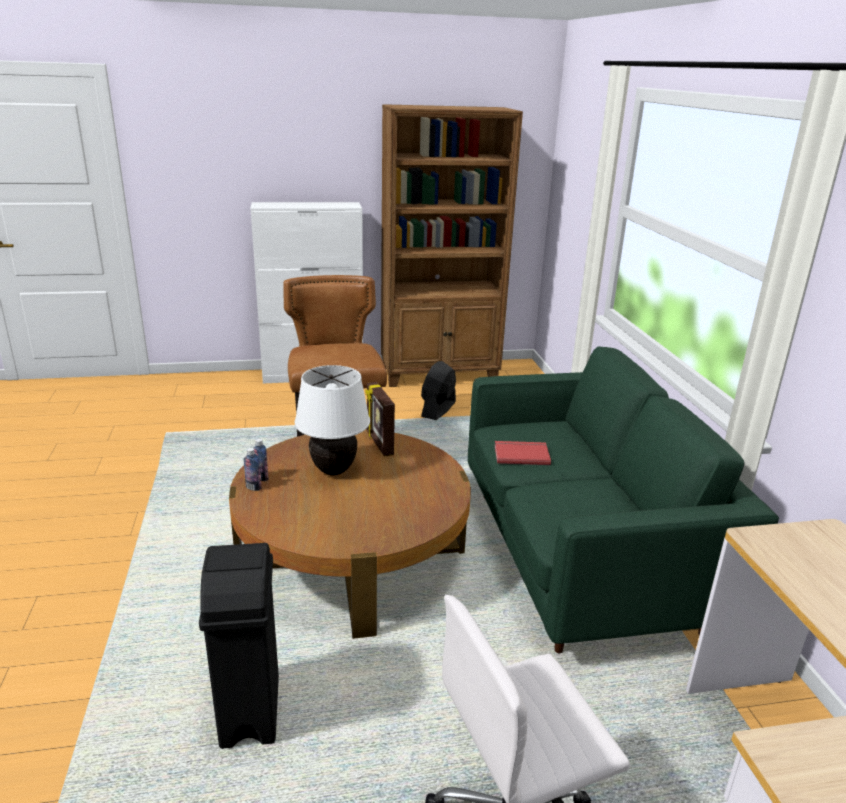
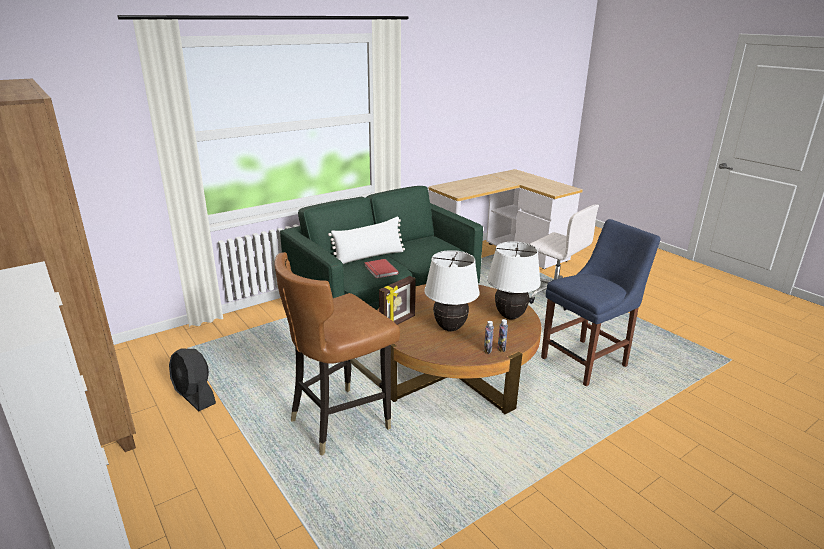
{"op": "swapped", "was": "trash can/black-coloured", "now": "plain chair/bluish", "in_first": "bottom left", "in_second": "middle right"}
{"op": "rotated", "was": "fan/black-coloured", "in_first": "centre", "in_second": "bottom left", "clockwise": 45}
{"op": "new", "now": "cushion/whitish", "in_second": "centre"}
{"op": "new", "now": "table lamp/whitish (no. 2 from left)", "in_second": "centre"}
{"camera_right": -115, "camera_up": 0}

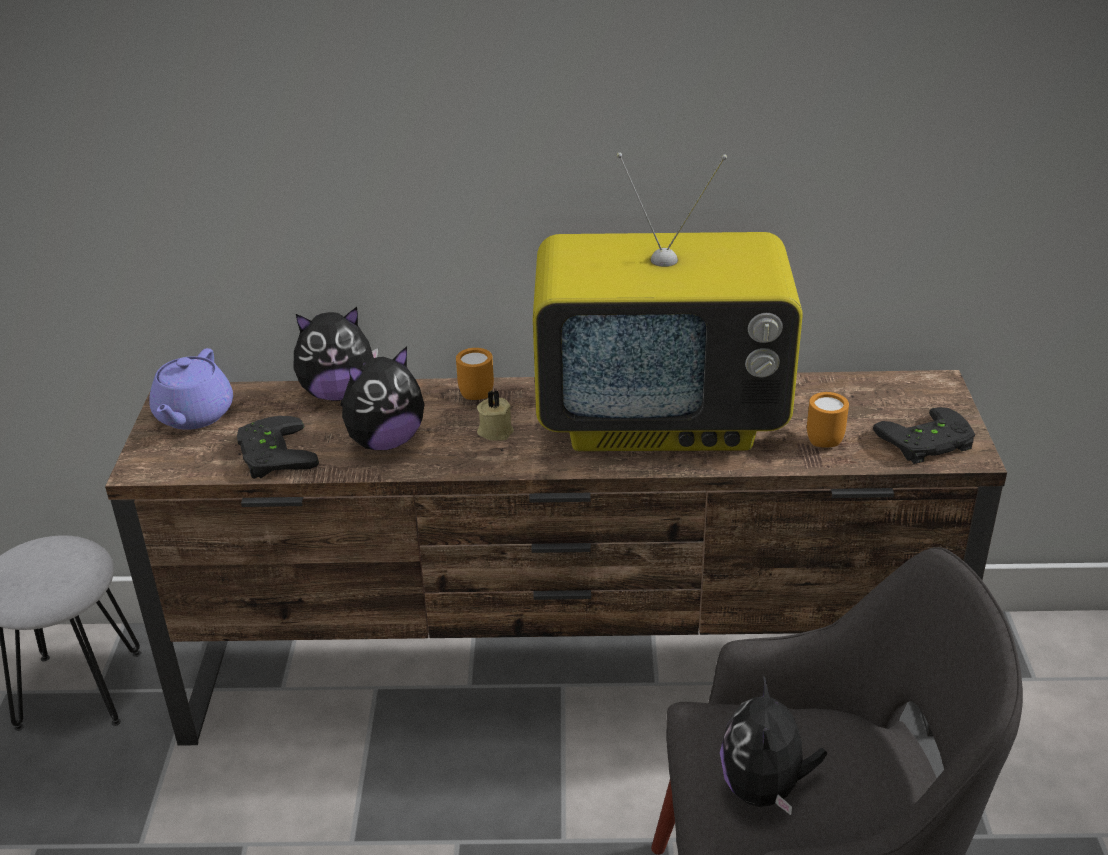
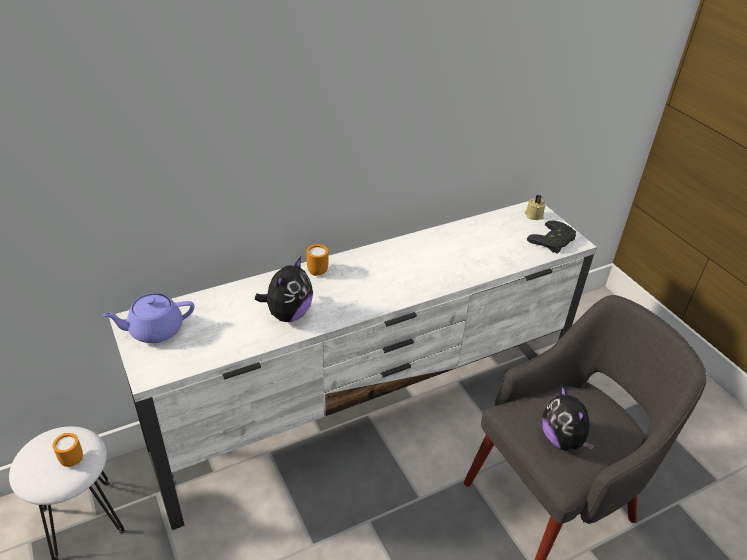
{"op": "repainted", "was": "tv unit/brown-coloured", "now": "tv unit/whitish", "in_first": "centre", "in_second": "centre"}
{"op": "rotated", "was": "pot for tea/purplish", "in_first": "middle left", "in_second": "middle left", "clockwise": 90}
{"op": "gone", "was": "gamepad/black-coloured (no. 1 from left)", "in_first": "middle left"}
{"op": "gone", "was": "cuddly toy (no. 1 from left)", "in_first": "middle left"}
{"op": "shifted", "was": "wax candle/beige-coloured", "in_first": "centre", "in_second": "middle right"}
{"op": "gone", "was": "TV set", "in_first": "centre"}
{"op": "shifted", "was": "mug/orange-coloured (no. 2 from left in the first image)", "now": "mug/orange-coloured (no. 1 from left)", "in_first": "middle right", "in_second": "bottom left"}
{"camera_right": -30, "camera_up": 5}

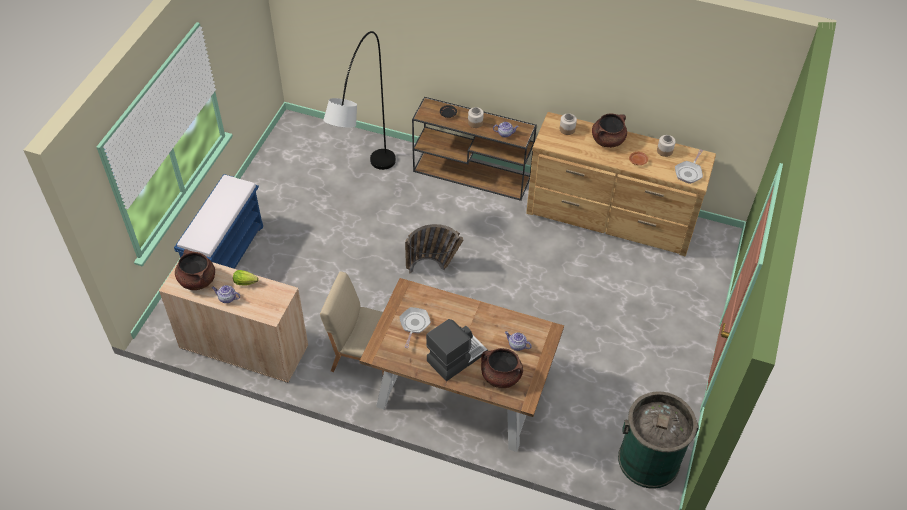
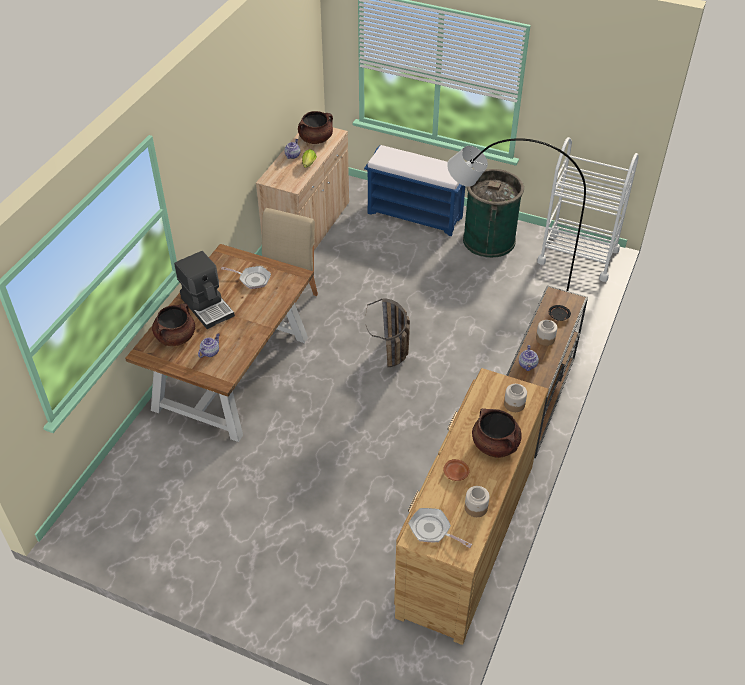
{"op": "shifted", "was": "trash can/green-coloured", "in_first": "bottom right", "in_second": "top centre"}
{"op": "new", "now": "cart/whitish", "in_second": "top right"}
{"camera_right": 95, "camera_up": -5}

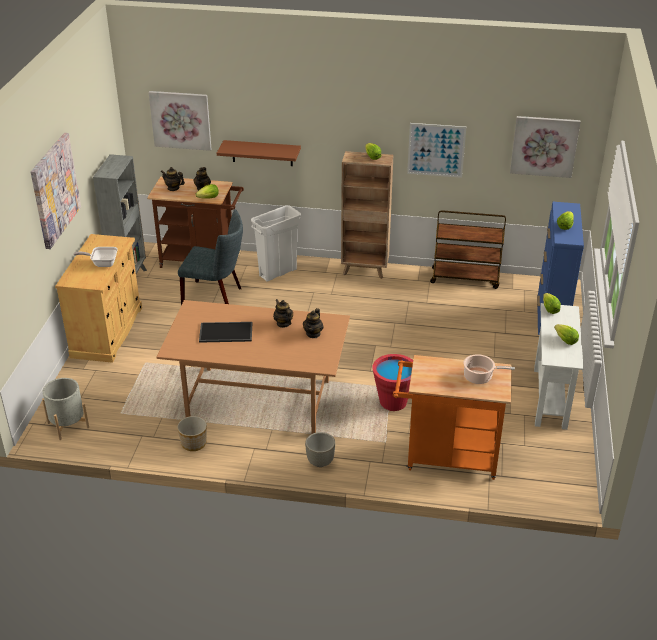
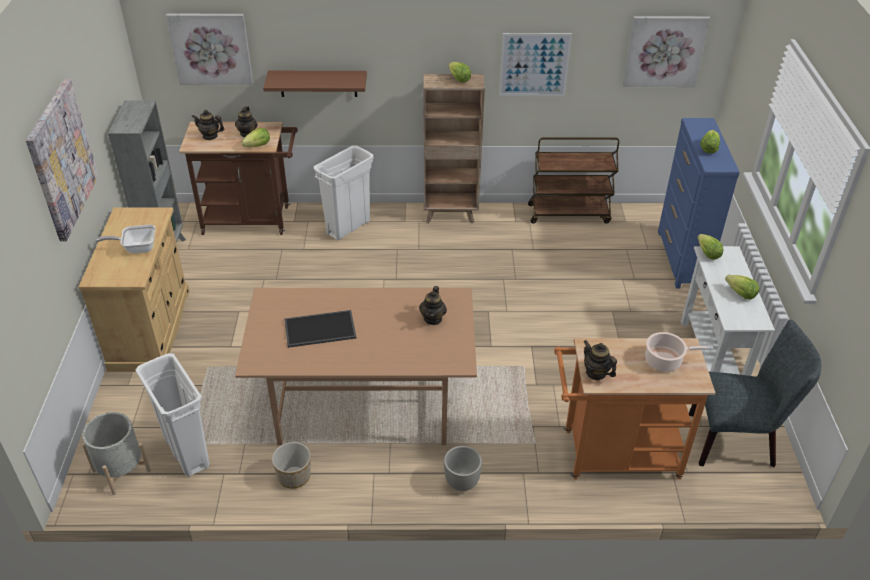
{"op": "shifted", "was": "plain chair/gray", "in_first": "middle left", "in_second": "bottom right"}
{"op": "shifted", "was": "pot for tea (no. 3 from left in the first image)", "now": "pot for tea (no. 4 from left)", "in_first": "centre", "in_second": "middle right"}
{"op": "gone", "was": "pail/red-coloured", "in_first": "centre"}
{"op": "new", "now": "trash can/whitish (no. 1 from left)", "in_second": "bottom left"}
{"camera_right": -10, "camera_up": 5}

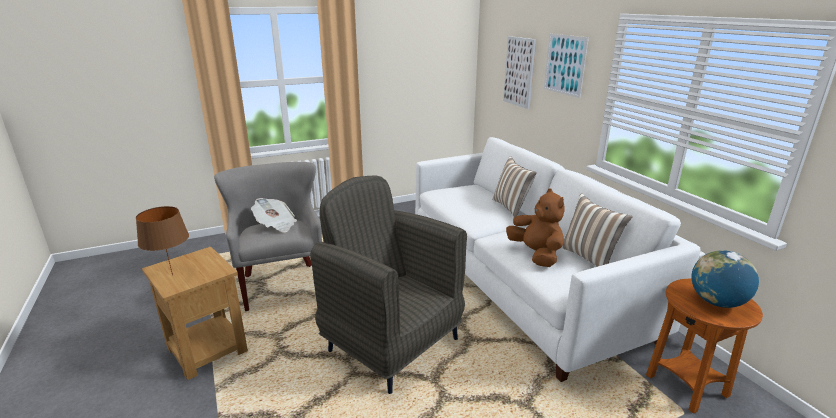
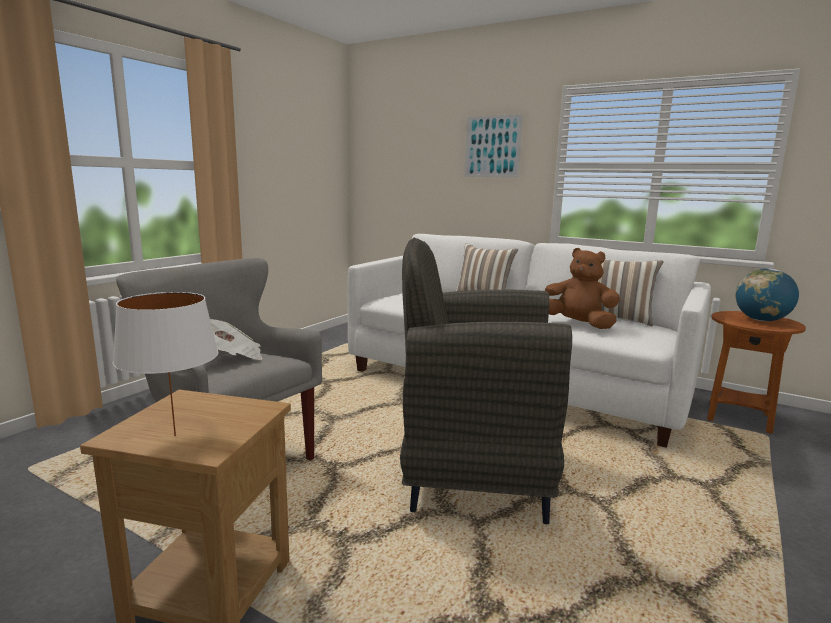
{"op": "repainted", "was": "table lamp/brown-coloured", "now": "table lamp/whitish", "in_first": "middle left", "in_second": "middle left"}
{"op": "gone", "was": "picture (no. 1 from left)", "in_first": "top centre"}
{"camera_right": -35, "camera_up": -10}

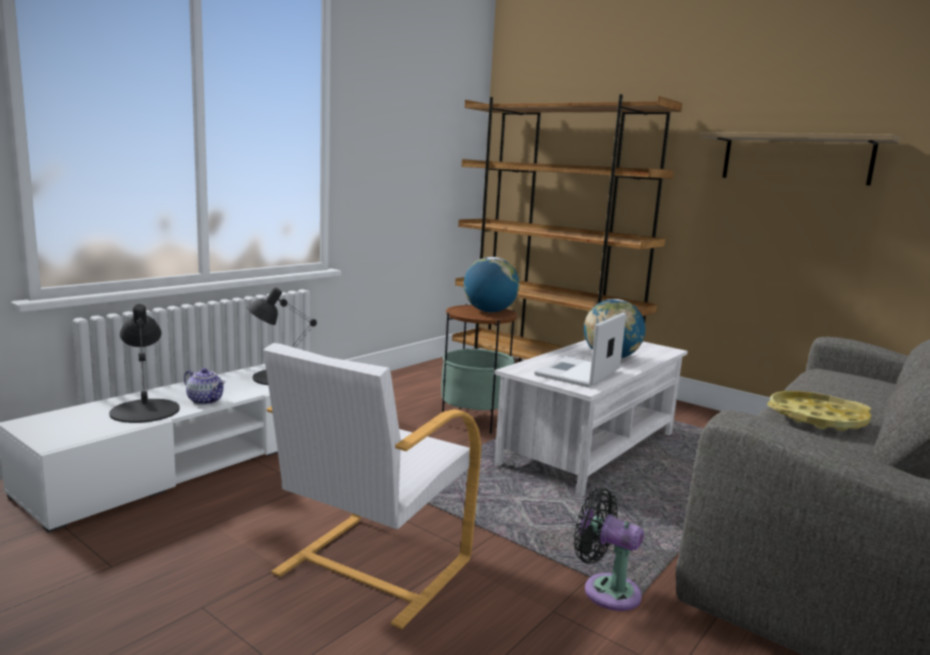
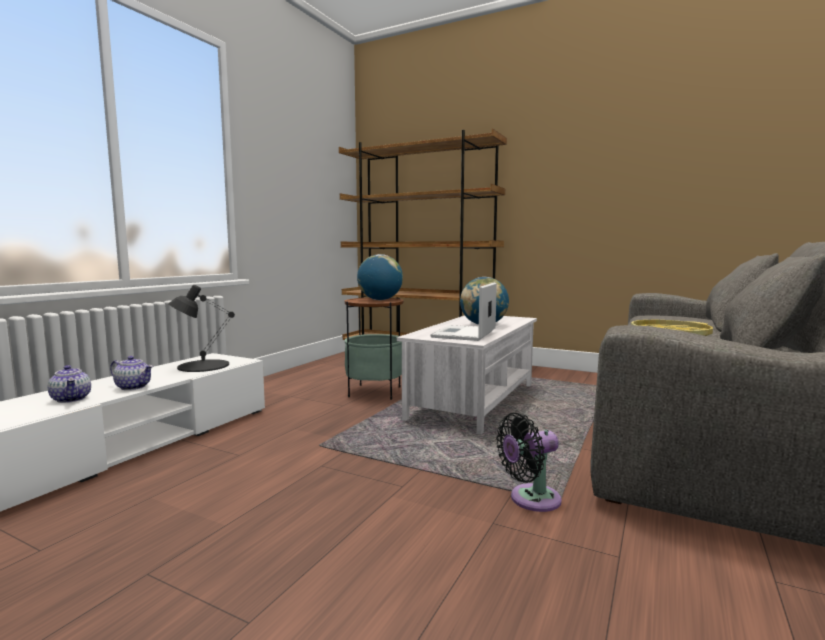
{"op": "swapped", "was": "table lamp/black-coloured (no. 1 from left)", "now": "pot for tea (no. 1 from left)", "in_first": "middle left", "in_second": "middle left"}
{"op": "gone", "was": "lounge chair/whitish", "in_first": "bottom centre"}
{"op": "rotated", "was": "fan/black-coloured", "in_first": "bottom centre", "in_second": "bottom centre", "clockwise": -45}
{"op": "gone", "was": "bracket shelf", "in_first": "top right"}
{"camera_right": -10, "camera_up": -5}

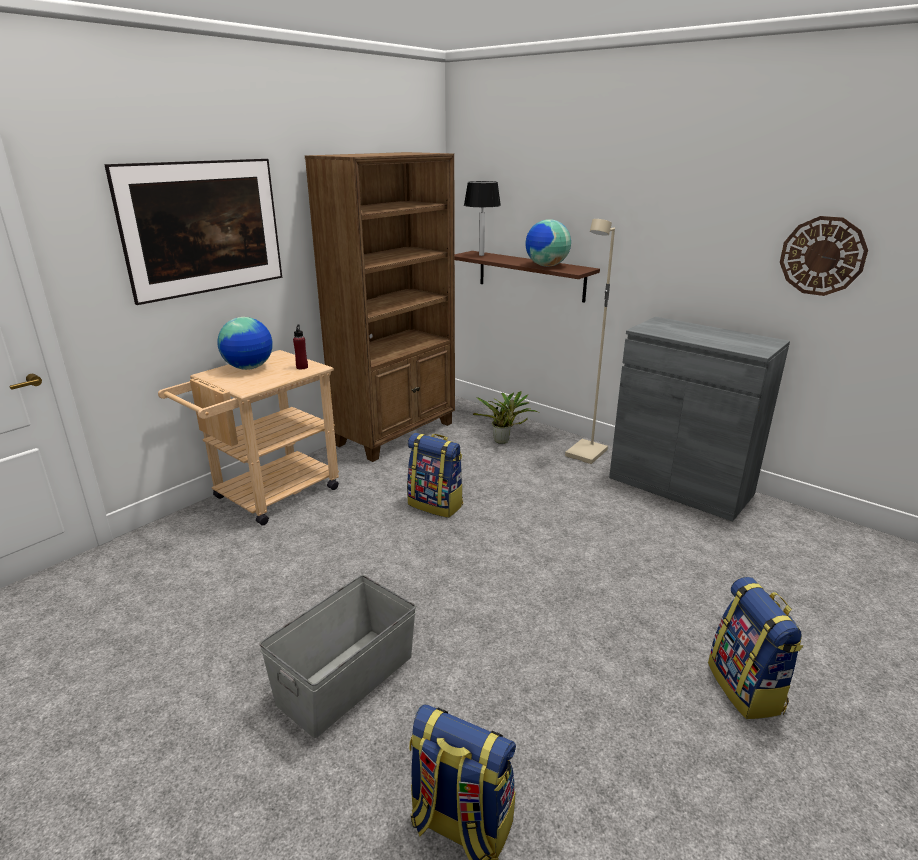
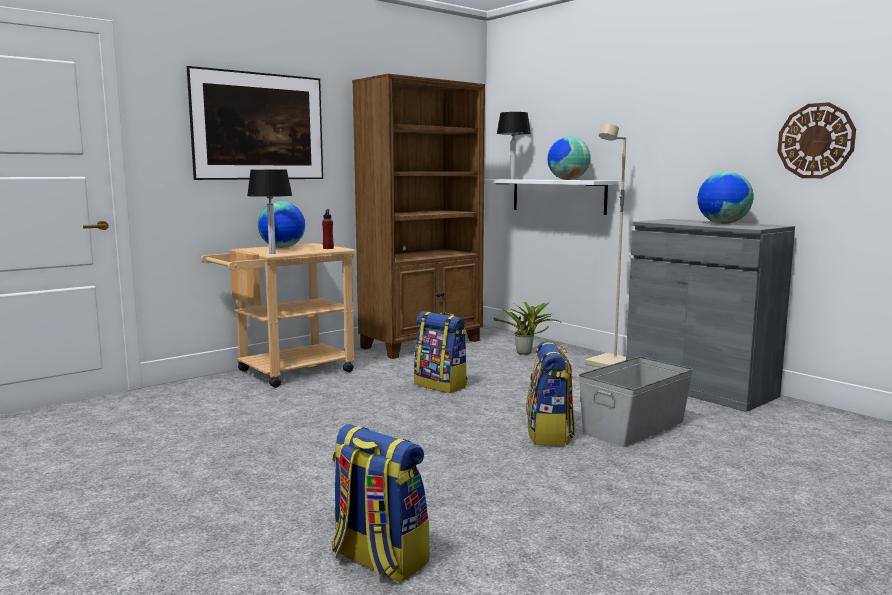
{"op": "shifted", "was": "storage container/gray", "in_first": "bottom centre", "in_second": "bottom right"}
{"op": "repainted", "was": "bracket shelf/brown-coloured", "now": "bracket shelf/whitish", "in_first": "top centre", "in_second": "top centre"}
{"op": "shifted", "was": "backpack (no. 3 from left)", "in_first": "bottom right", "in_second": "centre"}
{"op": "new", "now": "table lamp (no. 1 from left)", "in_second": "middle left"}
{"op": "new", "now": "globe (no. 3 from left)", "in_second": "top right"}
{"camera_right": 10, "camera_up": -15}

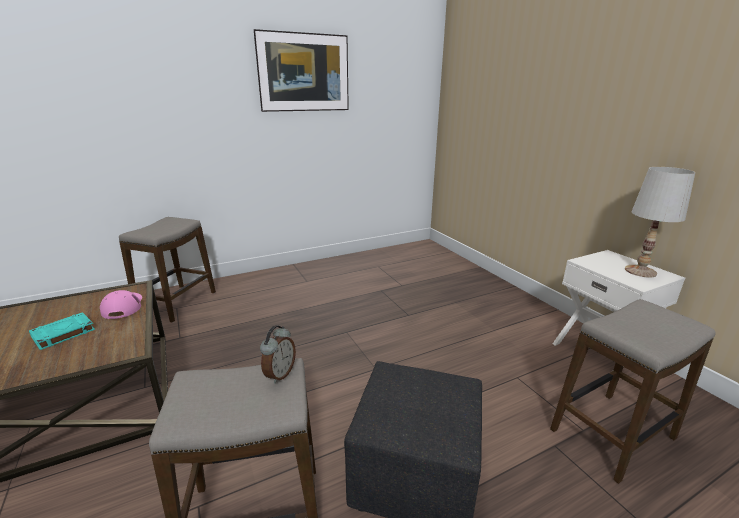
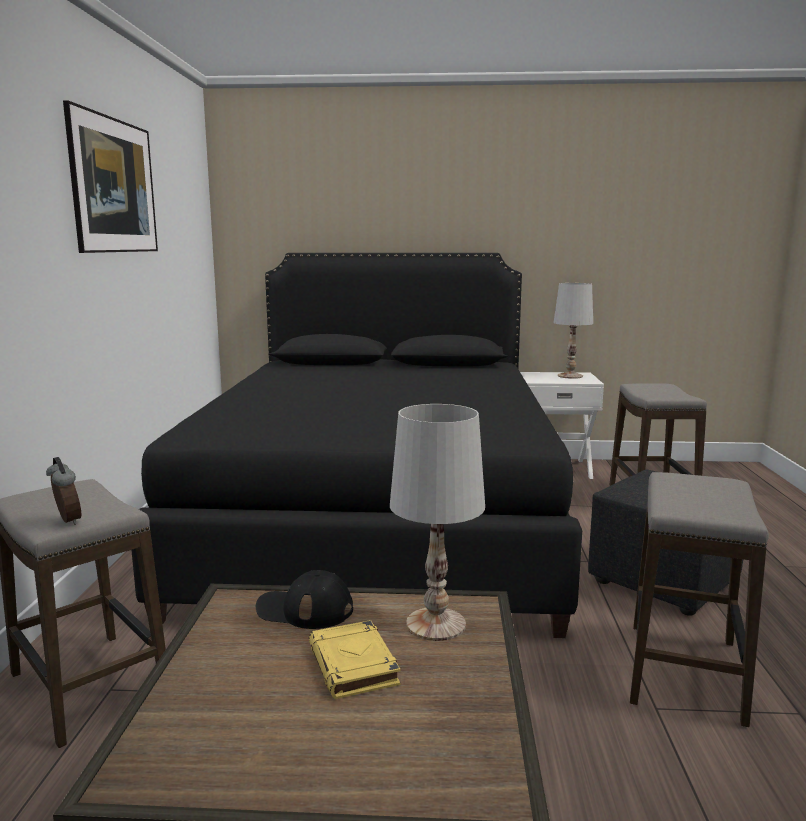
{"op": "repainted", "was": "book/turquoise-coloured", "now": "book/yellow", "in_first": "middle left", "in_second": "bottom centre"}
{"op": "repainted", "was": "cap/pinkish", "now": "cap/black-coloured", "in_first": "middle left", "in_second": "bottom centre"}
{"op": "shifted", "was": "table clock", "in_first": "bottom centre", "in_second": "middle left"}
{"op": "new", "now": "bedroom bed/black-coloured", "in_second": "centre"}
{"op": "new", "now": "table lamp/whitish (no. 1 from left)", "in_second": "centre"}
{"camera_right": -60, "camera_up": -10}

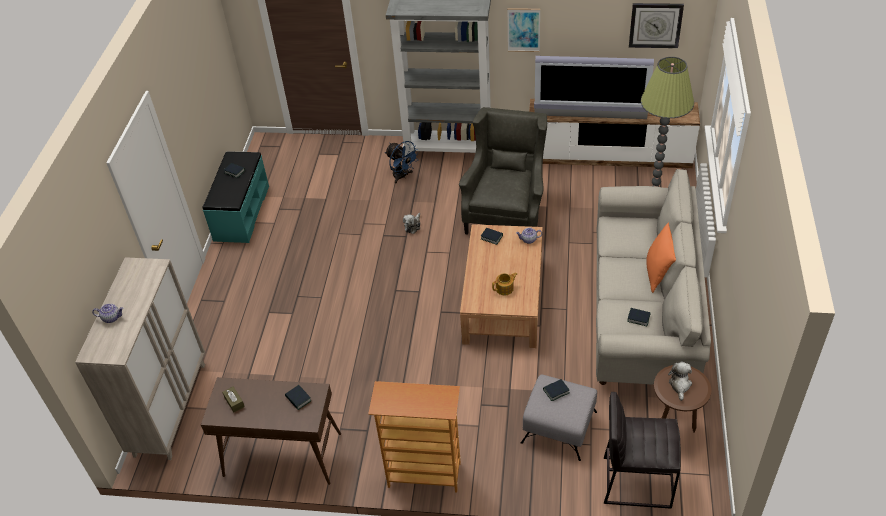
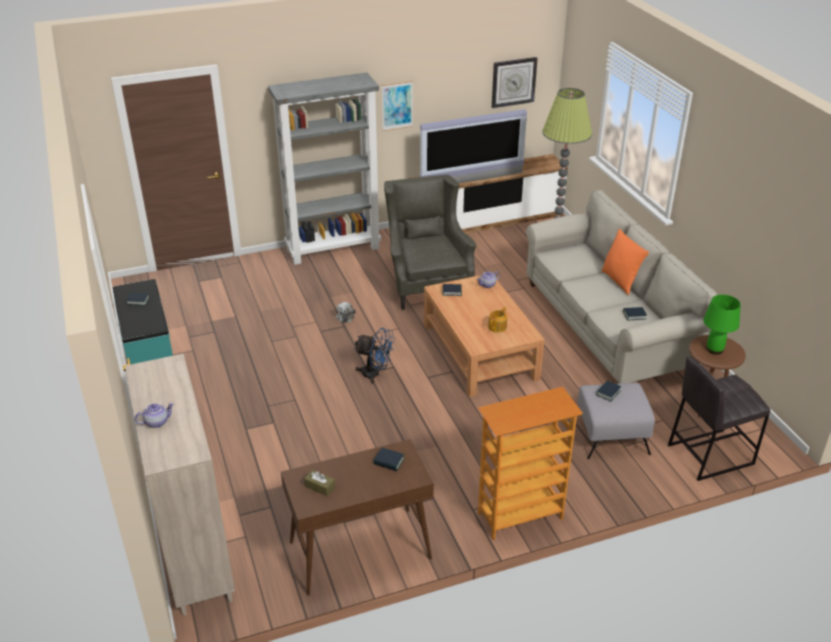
{"op": "shifted", "was": "fan/bluish", "in_first": "top centre", "in_second": "centre"}
{"op": "swapped", "was": "cuddly toy (no. 2 from left)", "now": "table lamp/green-coloured", "in_first": "bottom right", "in_second": "middle right"}
{"camera_right": -30, "camera_up": -10}

